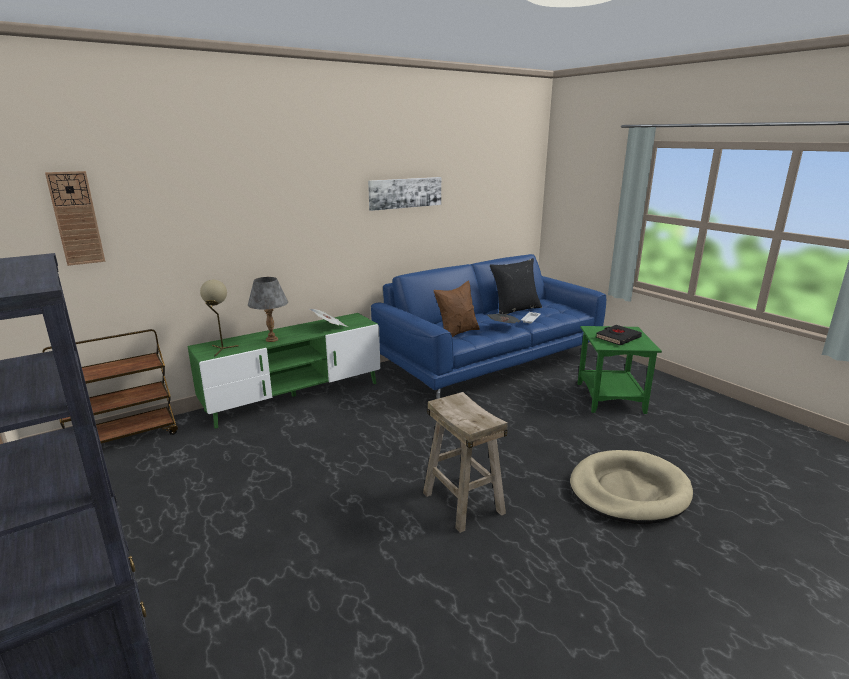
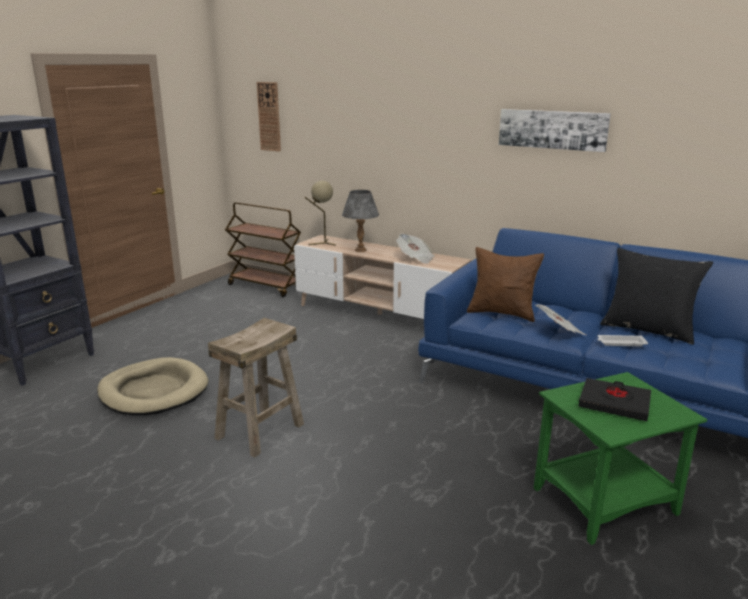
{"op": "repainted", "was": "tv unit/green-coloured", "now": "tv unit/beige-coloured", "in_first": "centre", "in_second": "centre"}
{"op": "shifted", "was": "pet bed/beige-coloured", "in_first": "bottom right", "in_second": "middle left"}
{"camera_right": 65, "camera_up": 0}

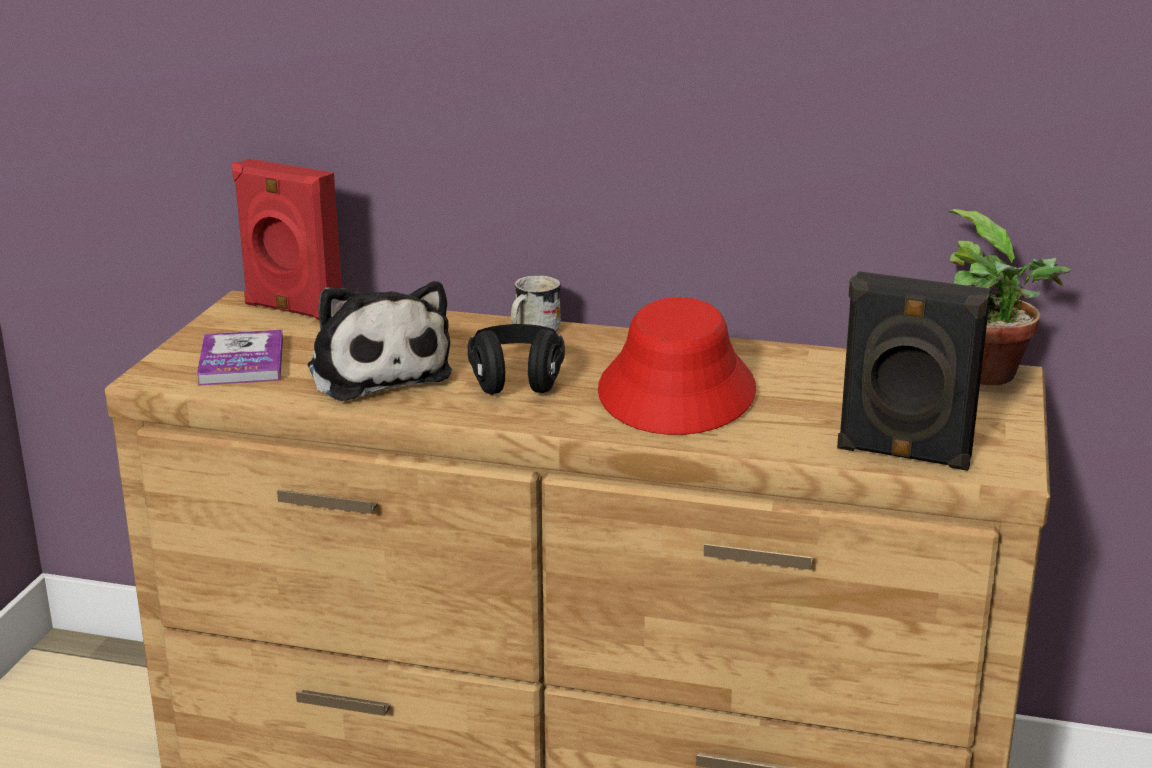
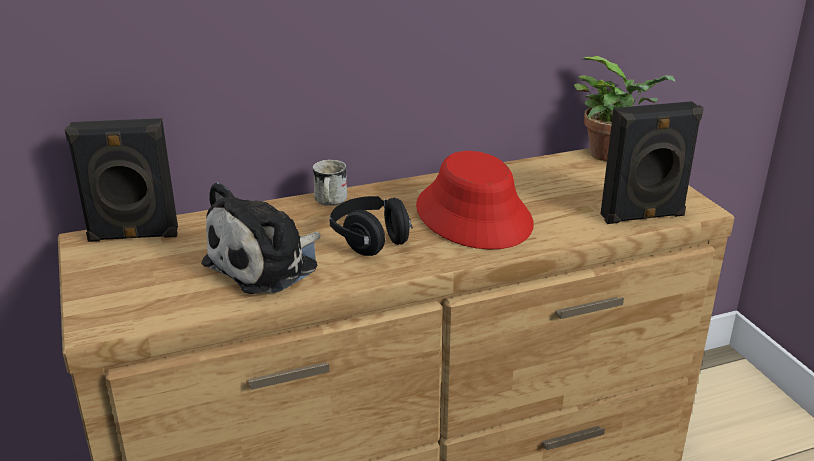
{"op": "gone", "was": "book", "in_first": "middle left"}
{"op": "repainted", "was": "audio speaker/red-coloured", "now": "audio speaker/black-coloured (no. 1 from left)", "in_first": "top left", "in_second": "middle left"}
{"op": "rotated", "was": "cuddly toy", "in_first": "middle left", "in_second": "middle left", "clockwise": 105}
{"camera_right": -35, "camera_up": 5}

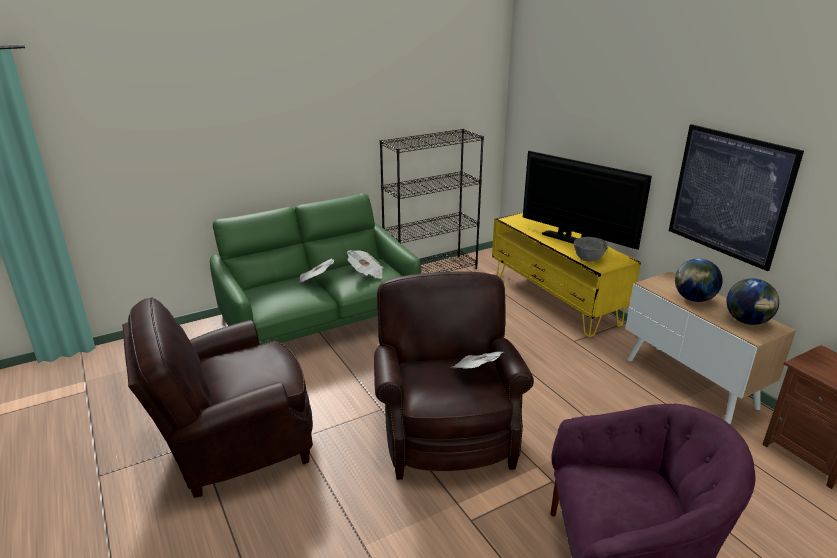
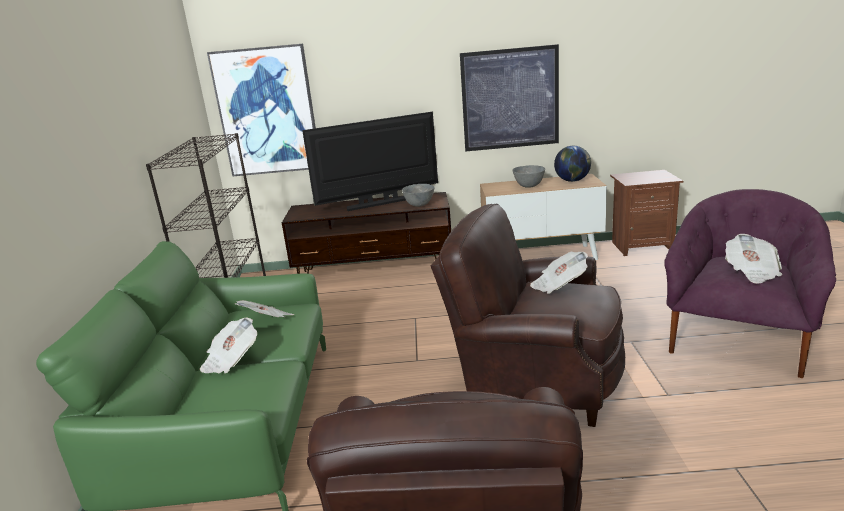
{"op": "repainted", "was": "tv unit/yellow", "now": "tv unit/brown-coloured", "in_first": "middle right", "in_second": "centre"}
{"op": "swapped", "was": "globe (no. 1 from left)", "now": "deep dish/gray (no. 2 from left)", "in_first": "middle right", "in_second": "centre"}
{"op": "new", "now": "picture (no. 1 from left)", "in_second": "top left"}
{"op": "new", "now": "printed paper (no. 4 from left)", "in_second": "middle right"}
{"camera_right": -60, "camera_up": -5}

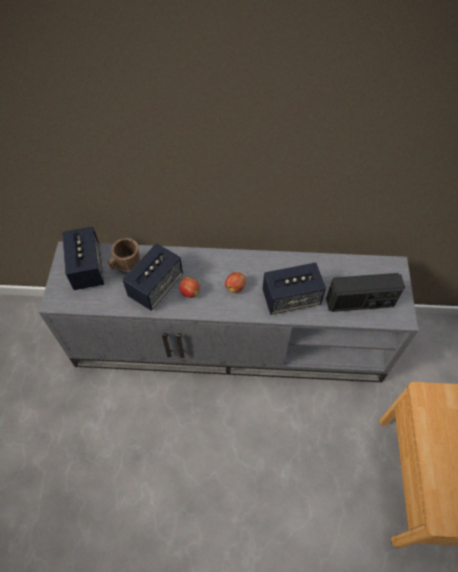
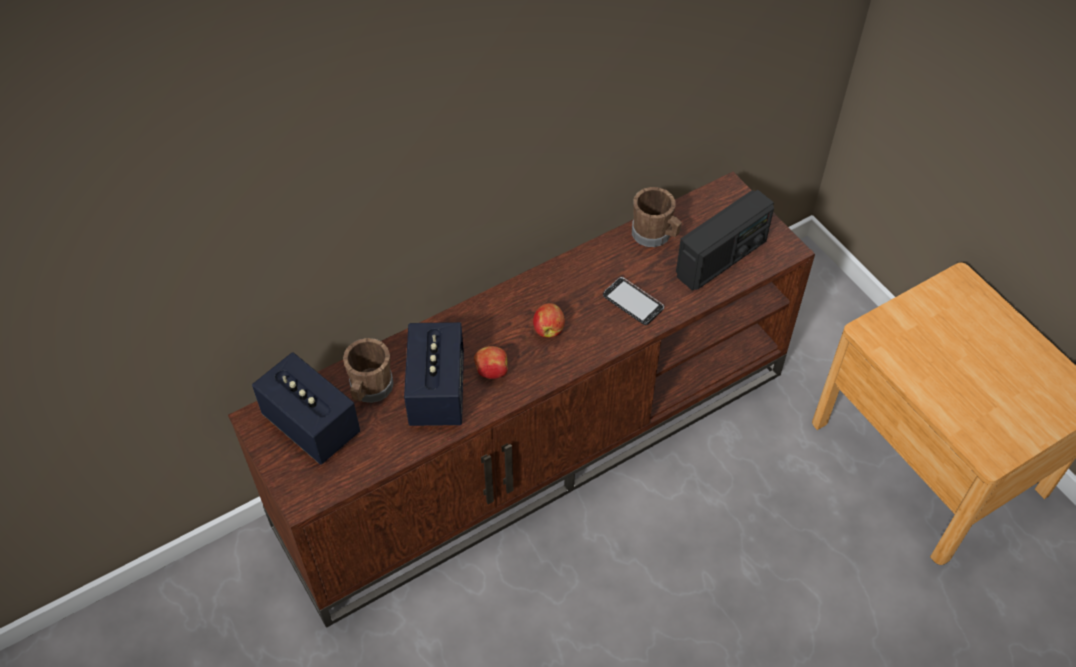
{"op": "repainted", "was": "tv unit/gray", "now": "tv unit/brown-coloured", "in_first": "centre", "in_second": "centre"}
{"op": "swapped", "was": "audio speaker (no. 3 from left)", "now": "telephone", "in_first": "centre", "in_second": "centre"}
{"op": "new", "now": "mug/brown-coloured (no. 2 from left)", "in_second": "top centre"}
{"camera_right": -35, "camera_up": -5}

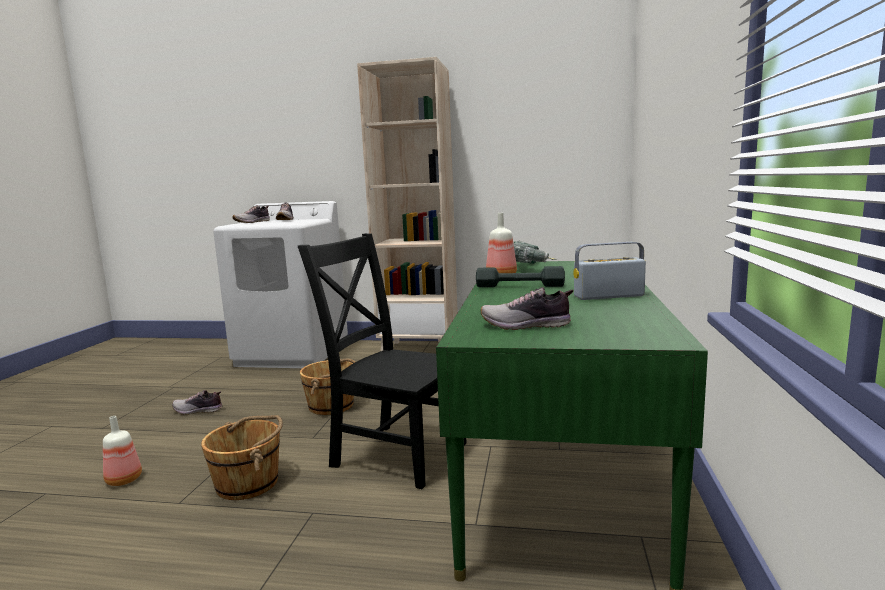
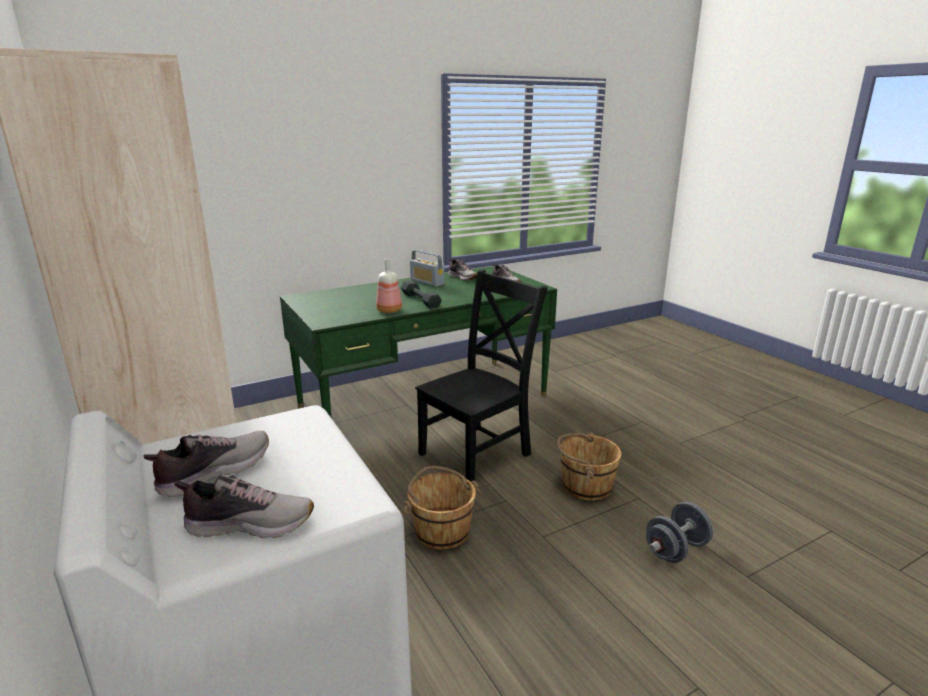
{"op": "swapped", "was": "drink bottle (no. 1 from left)", "now": "dumbbell/gray (no. 2 from left)", "in_first": "bottom left", "in_second": "bottom right"}
{"op": "shifted", "was": "low shoe (no. 1 from left in the first image)", "now": "low shoe (no. 3 from left)", "in_first": "bottom left", "in_second": "centre"}
{"op": "rotated", "was": "plain chair/black-coloured", "in_first": "centre", "in_second": "centre", "clockwise": -120}
{"op": "gone", "was": "electric drill", "in_first": "centre"}
{"camera_right": -130, "camera_up": 10}

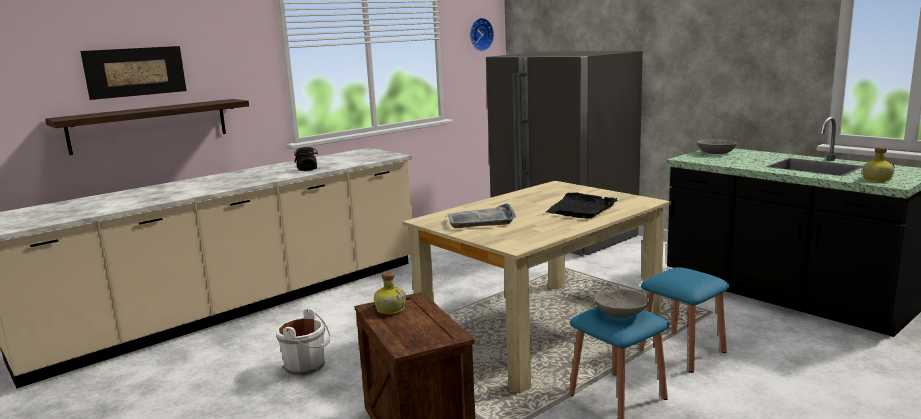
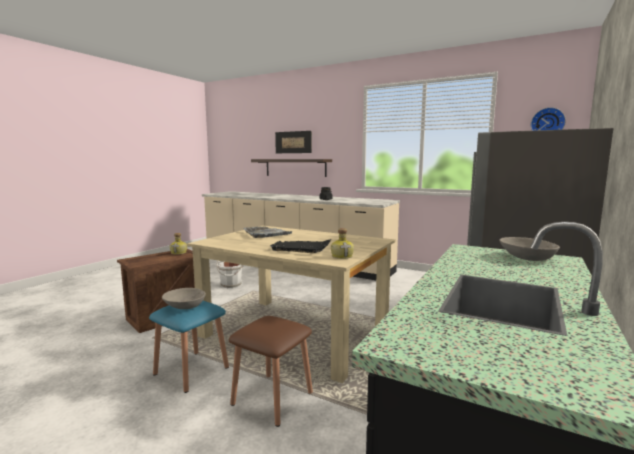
{"op": "repainted", "was": "stool/bluish (no. 2 from left)", "now": "stool/brown-coloured", "in_first": "bottom right", "in_second": "bottom centre"}
{"op": "shifted", "was": "drink bottle (no. 2 from left)", "in_first": "middle right", "in_second": "centre"}
{"camera_right": 70, "camera_up": -5}

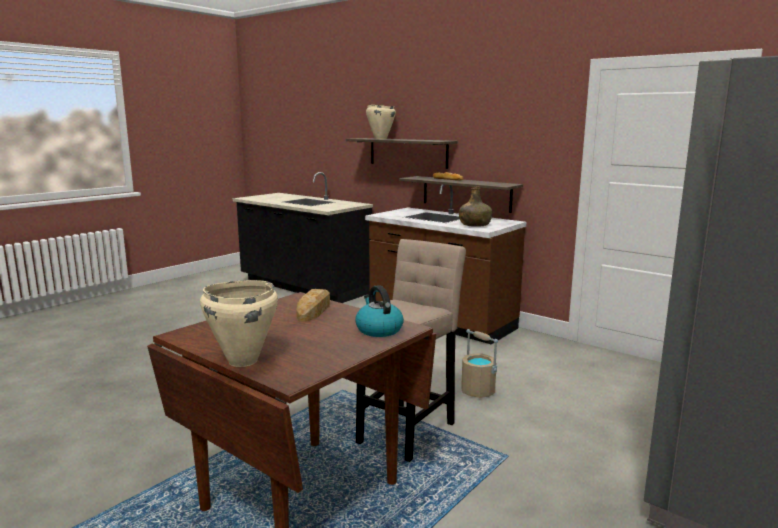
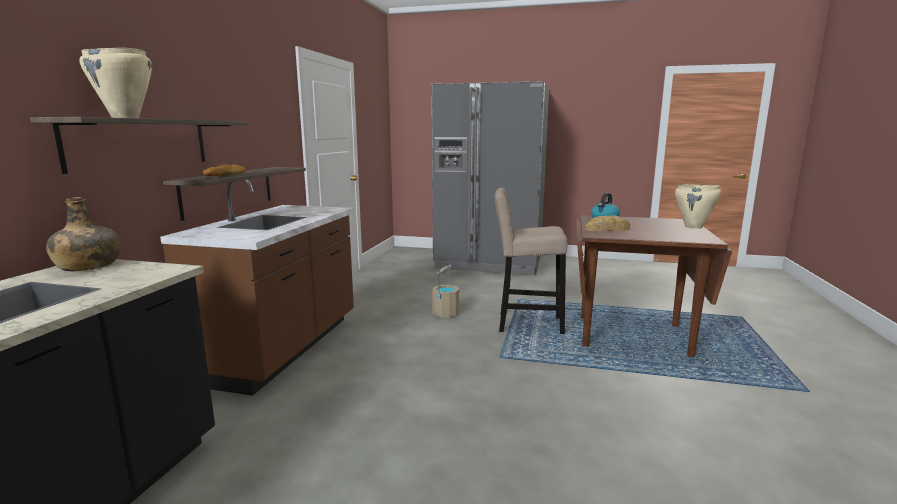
{"op": "shifted", "was": "drink bottle/green-coloured", "in_first": "centre", "in_second": "middle left"}
{"camera_right": -115, "camera_up": 0}

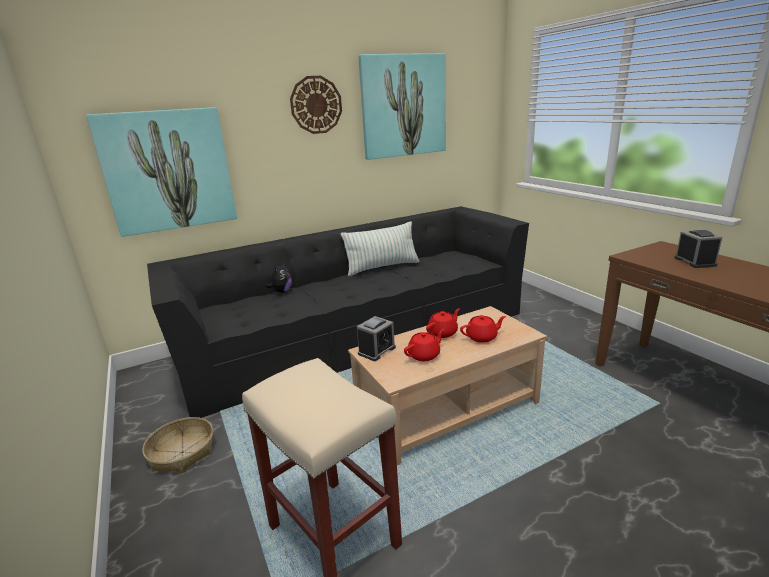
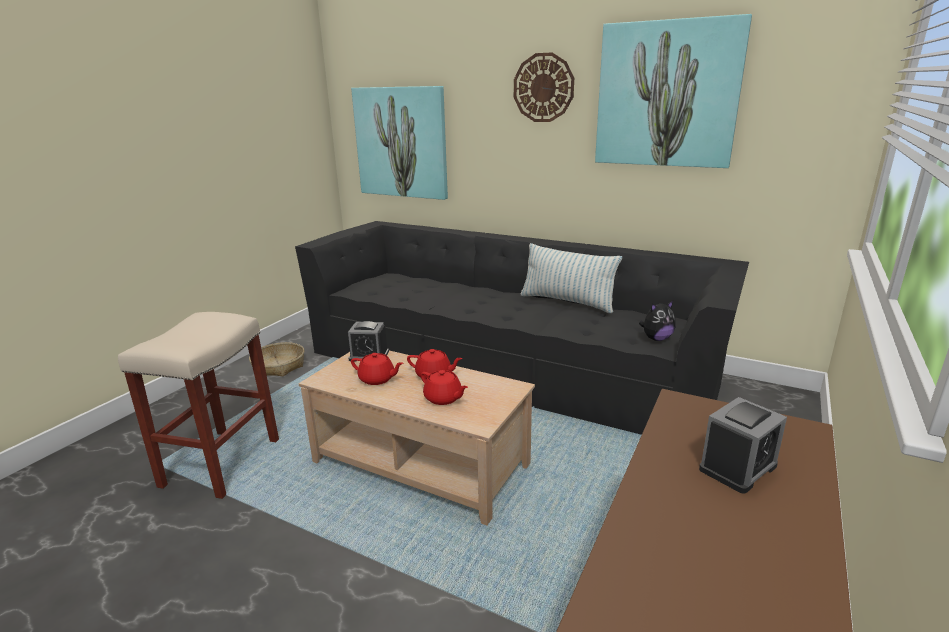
{"op": "shifted", "was": "cuddly toy", "in_first": "centre", "in_second": "middle right"}
{"camera_right": 55, "camera_up": 0}

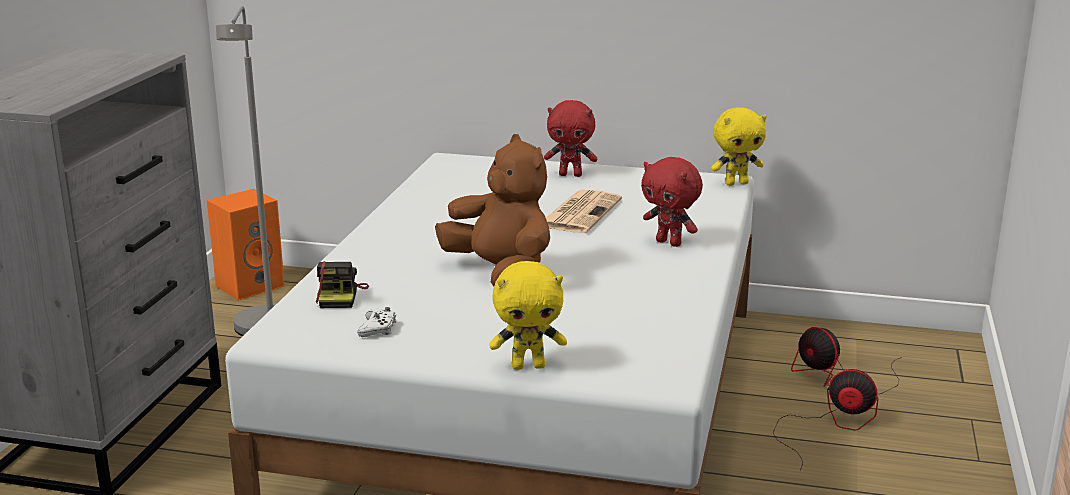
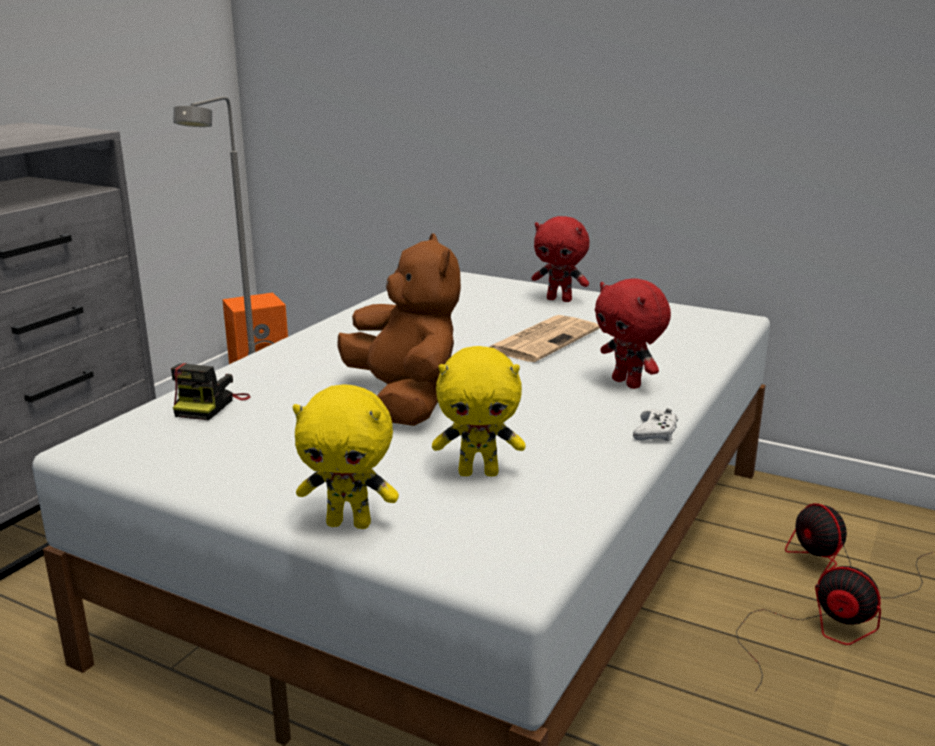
{"op": "shifted", "was": "gamepad/whitish", "in_first": "centre", "in_second": "middle right"}
{"op": "shifted", "was": "cuddly toy/yellow (no. 2 from left)", "in_first": "top right", "in_second": "centre"}
{"camera_right": 15, "camera_up": 0}

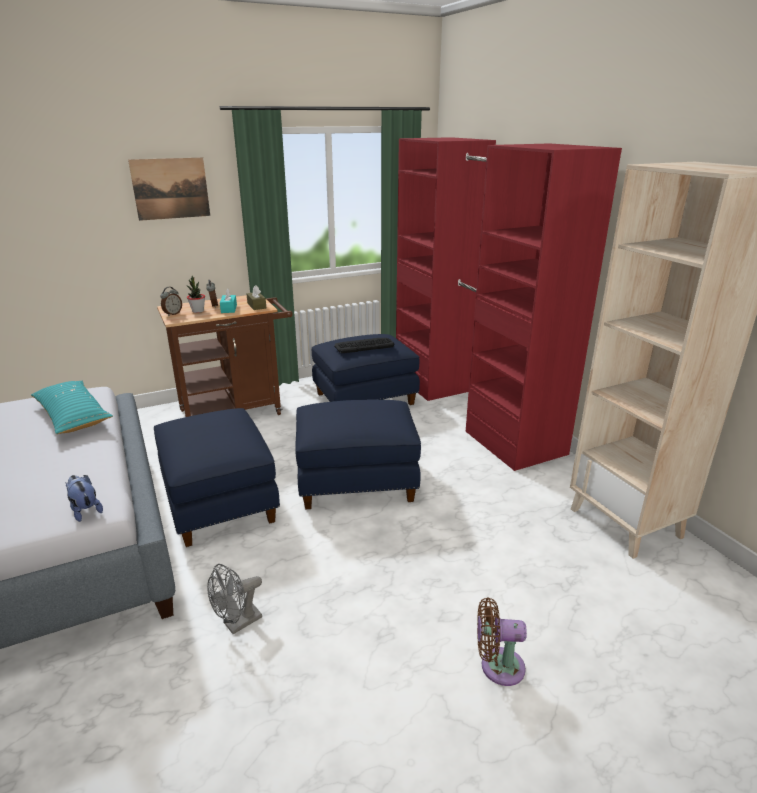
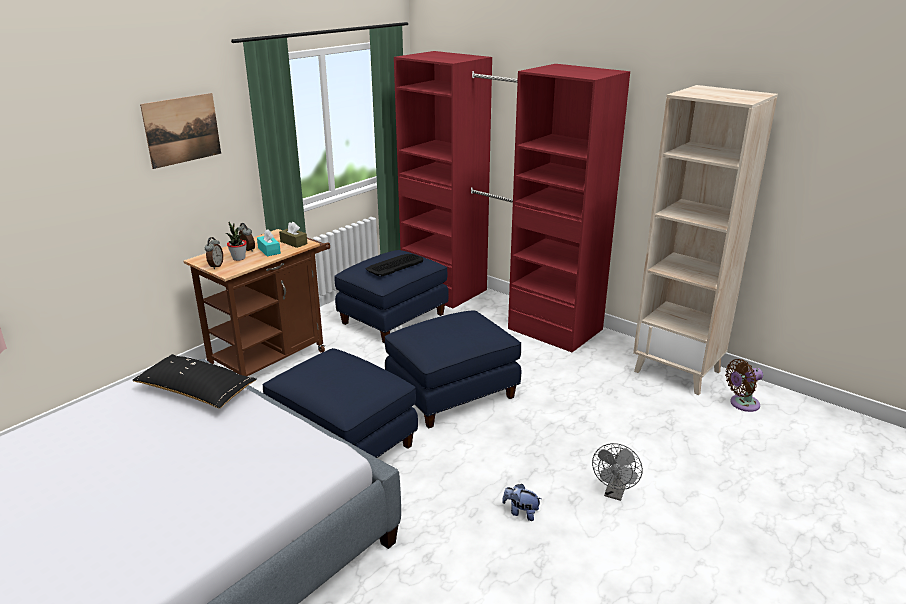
{"op": "repainted", "was": "cushion/turquoise-coloured", "now": "cushion/black-coloured", "in_first": "middle left", "in_second": "middle left"}
{"op": "shifted", "was": "cuddly toy", "in_first": "middle left", "in_second": "bottom centre"}
{"op": "shifted", "was": "fan/gray", "in_first": "bottom left", "in_second": "bottom right"}
{"op": "shifted", "was": "fan/brown-coloured", "in_first": "bottom centre", "in_second": "middle right"}
{"camera_right": -25, "camera_up": 0}

